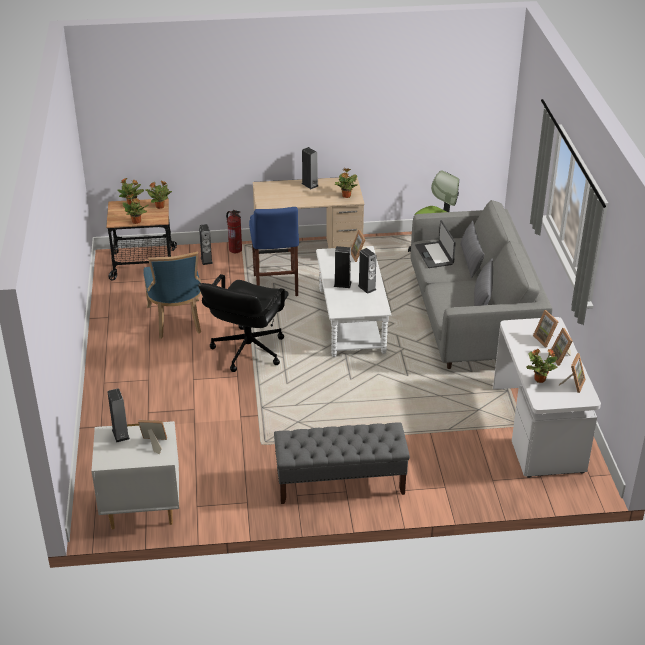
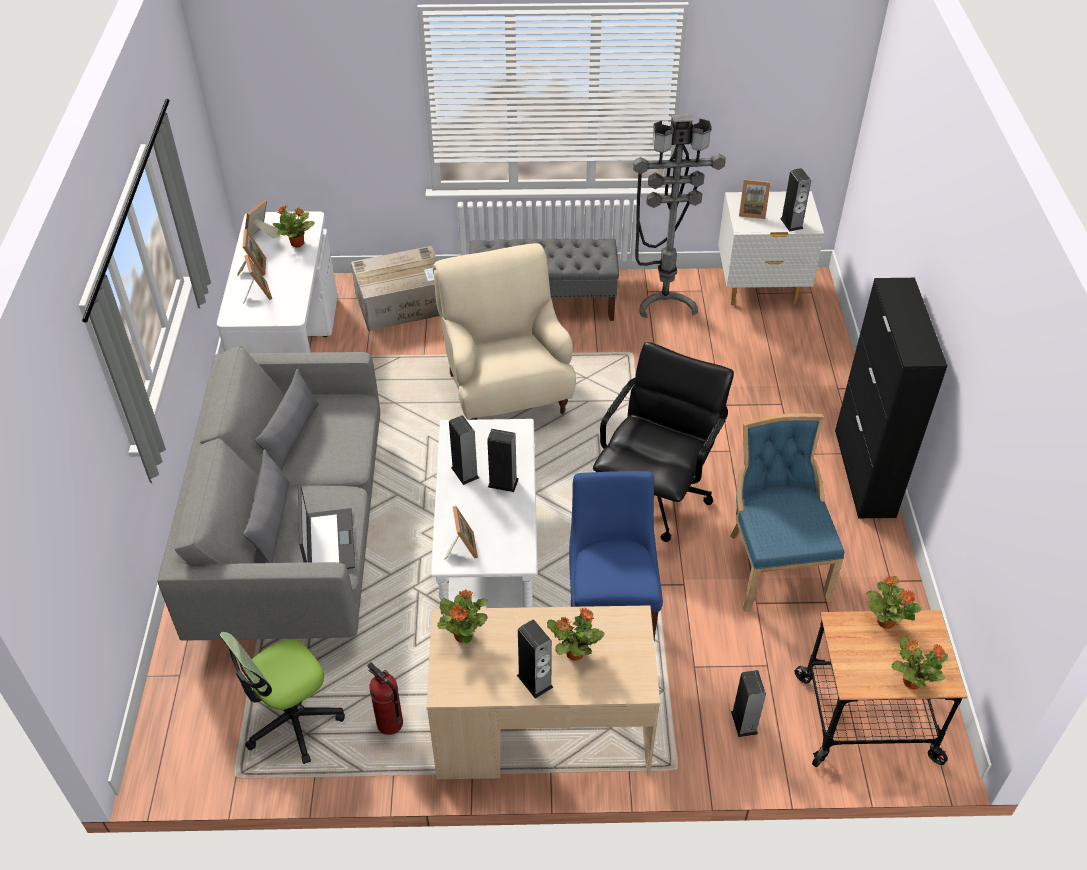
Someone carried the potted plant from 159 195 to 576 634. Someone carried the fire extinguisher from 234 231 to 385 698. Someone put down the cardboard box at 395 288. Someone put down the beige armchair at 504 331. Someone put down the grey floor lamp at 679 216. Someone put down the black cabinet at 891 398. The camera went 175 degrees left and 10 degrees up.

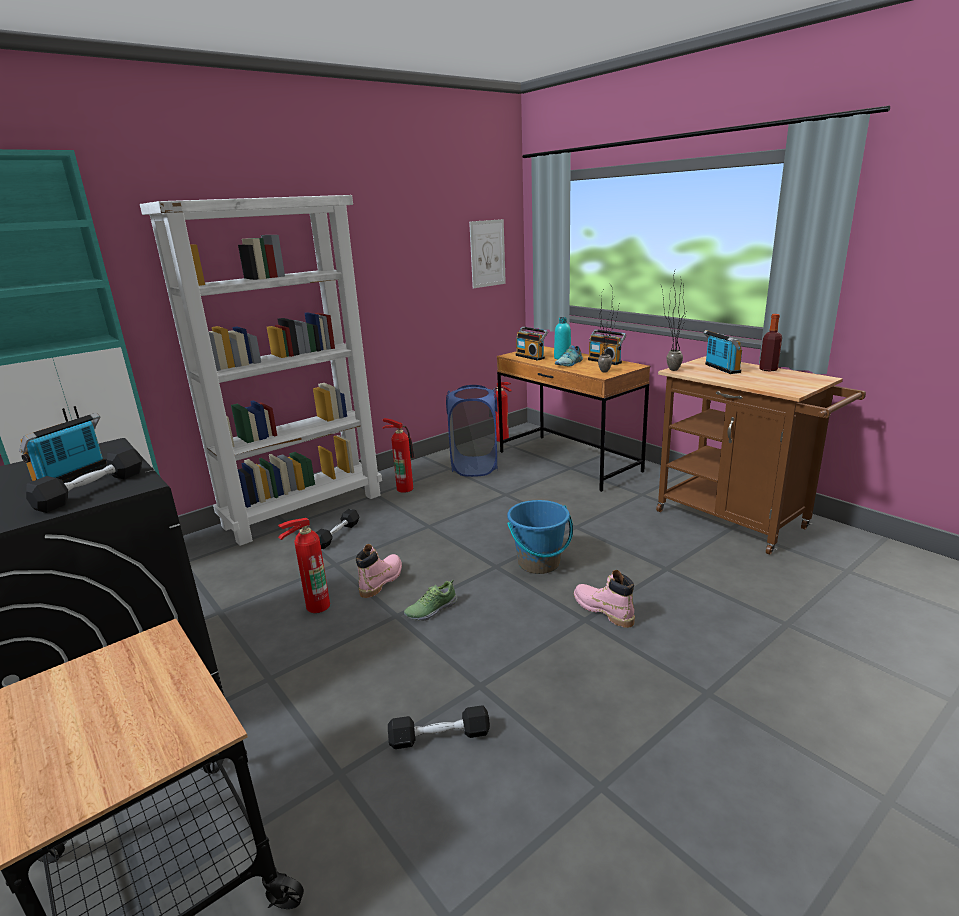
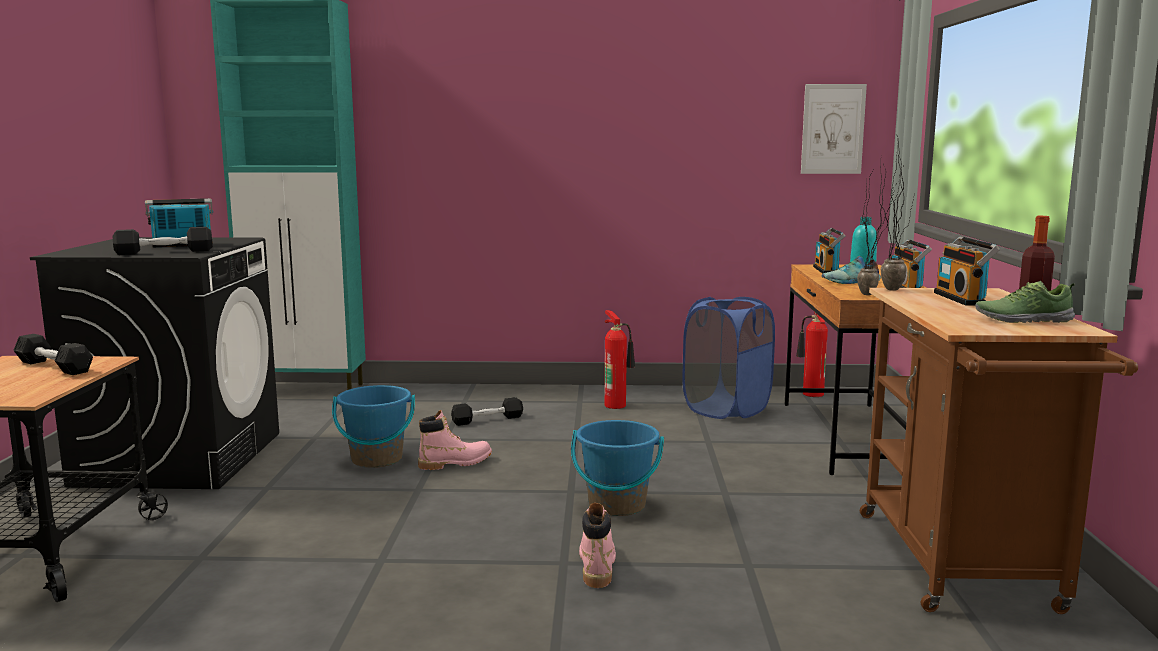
Someone took away the white bookcase at 261 370. Someone swapped the fire extinguisher at 304 565 for the blue bucket at 373 426. Someone carried the black dumbbell from 439 727 to 53 354. Someone carried the shoe from 431 600 to 1025 302. Someone rotated the radio at 722 352 by 150 degrees clockwise. The camera went 40 degrees right and 10 degrees down.

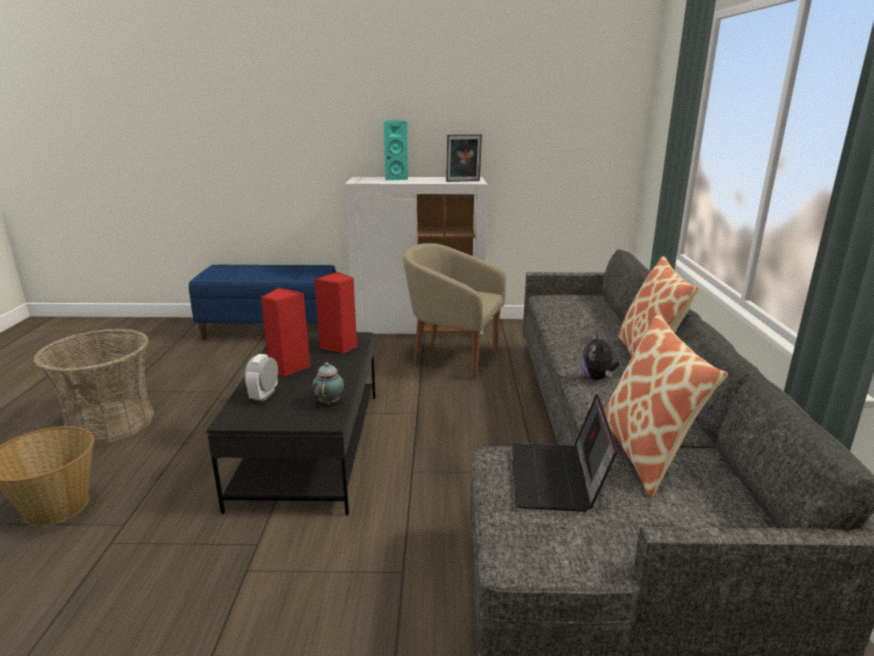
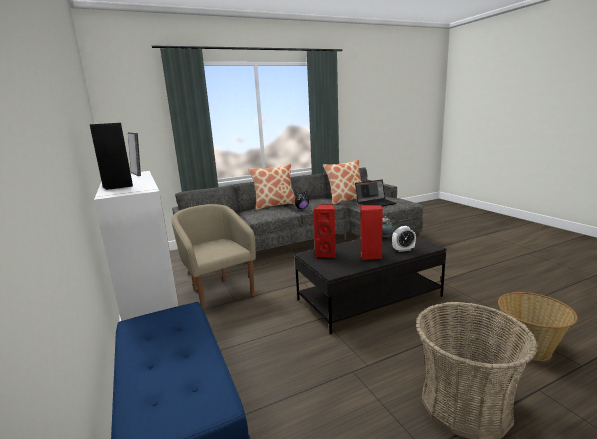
Someone repainted the turquoise speaker at 396 150, which became the black speaker at 111 156. Someone rotated the beige armchair at 454 311 by 150 degrees clockwise. The camera went 115 degrees left and 5 degrees down.

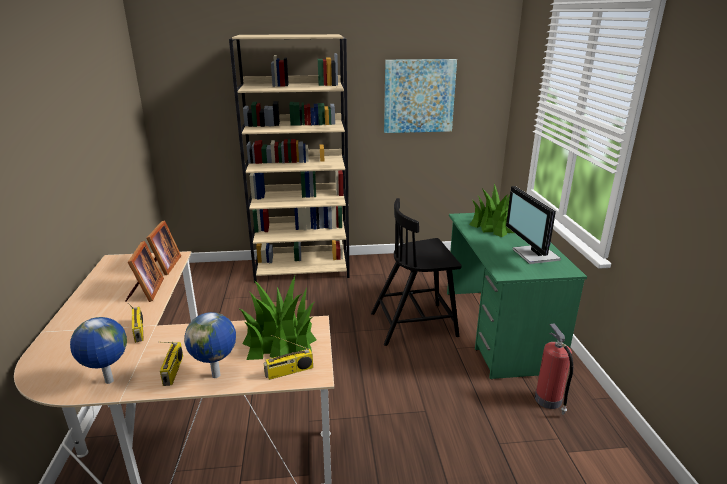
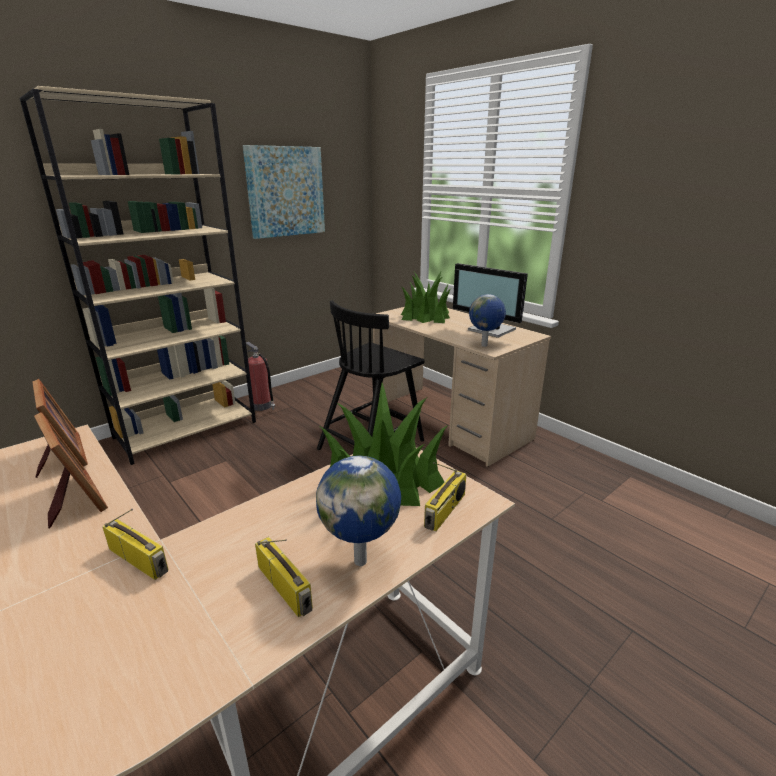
Someone carried the globe from 98 350 to 487 320. Someone repainted the green desk at 517 296, which became the beige desk at 462 387. Someone carried the fire extinguisher from 554 369 to 260 376. The camera went 35 degrees left and 0 degrees up.

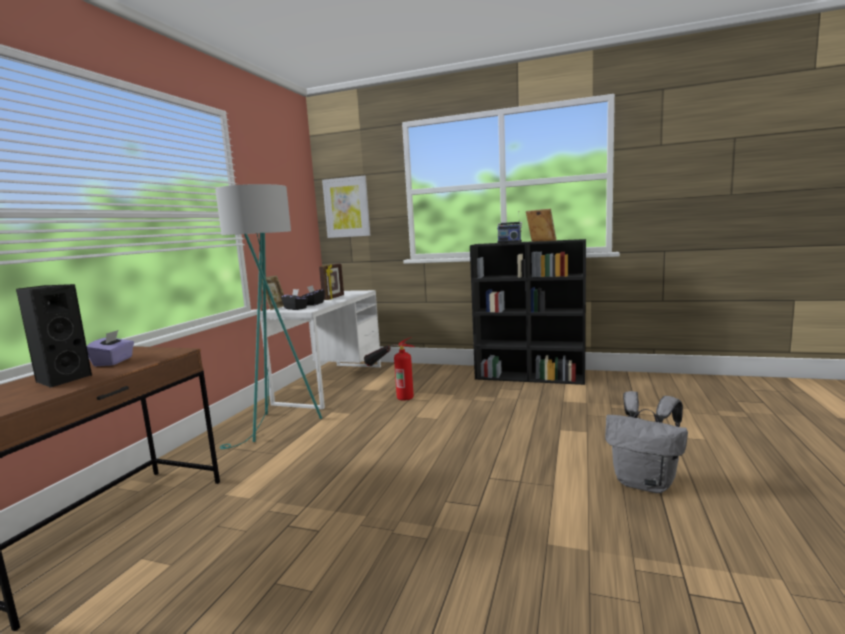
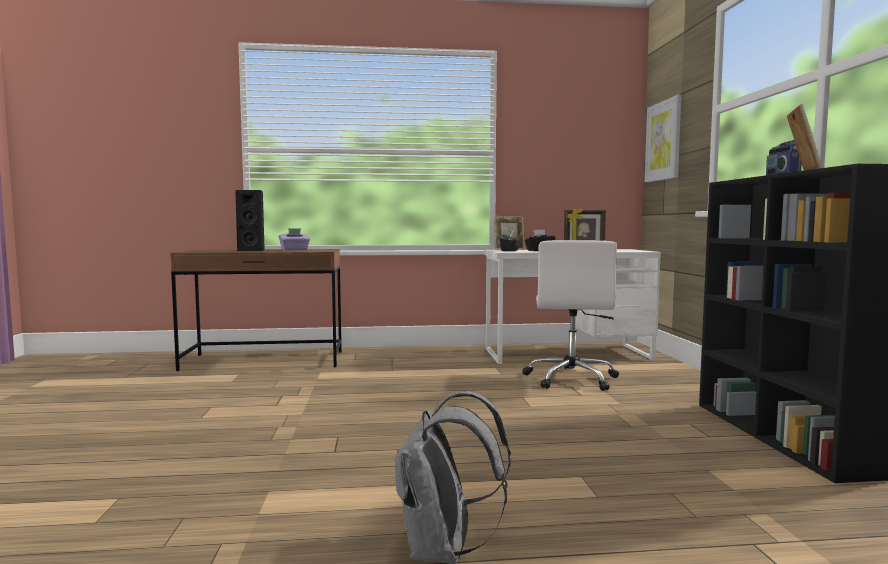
Someone took away the turquoise floor lamp at 268 316. Someone swapped the fire extinguisher at 389 369 for the white office chair at 570 315. The camera went 65 degrees right and 5 degrees down.

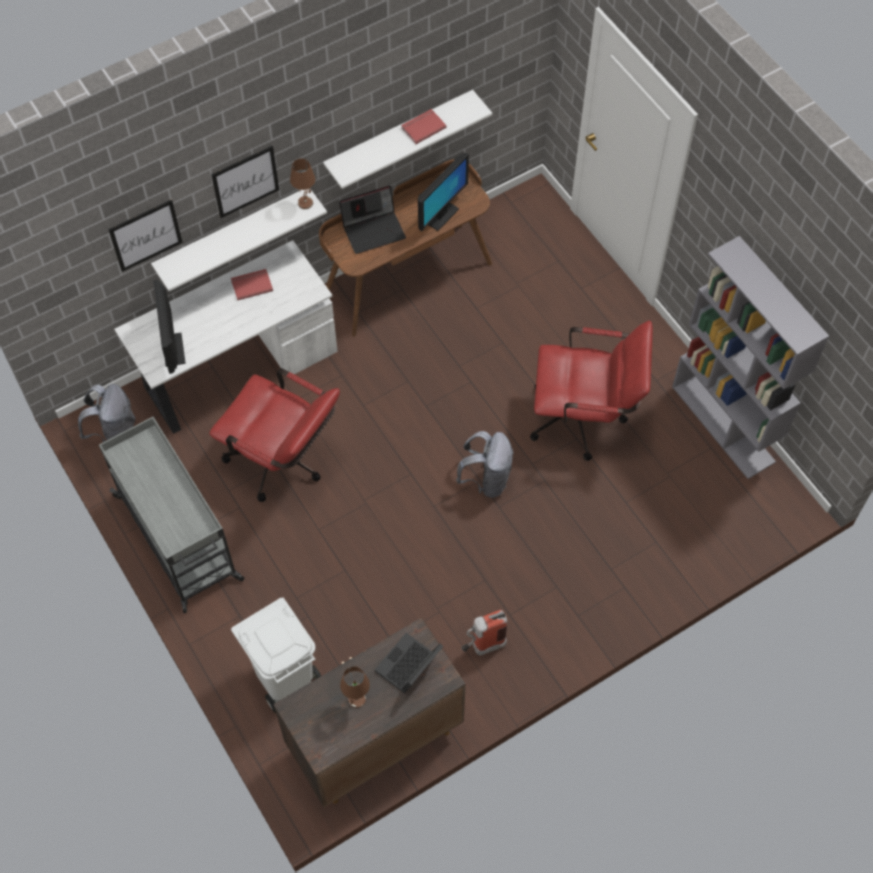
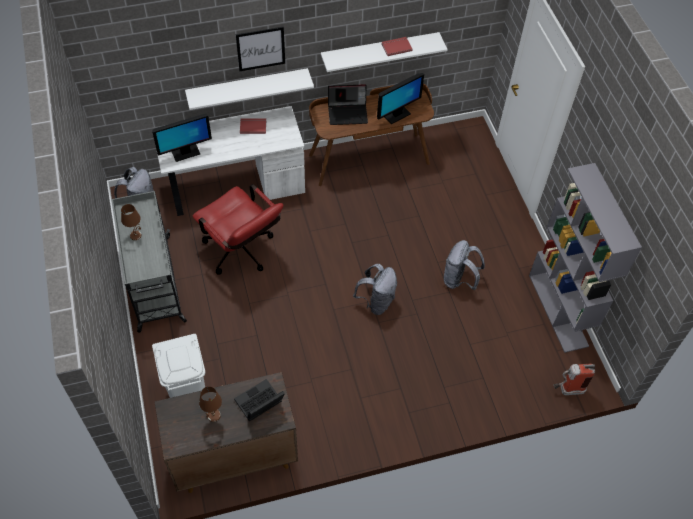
Someone took away the picture at 145 236. Someone rotated the monitor at 169 327 by 120 degrees counterclockwise. Someone carried the brown table lamp from 302 183 to 131 222. Someone carried the fire extinguisher from 484 632 to 574 379. Someone swapped the red office chair at 591 391 for the grey backpack at 464 265. The camera went 15 degrees right and 5 degrees down.

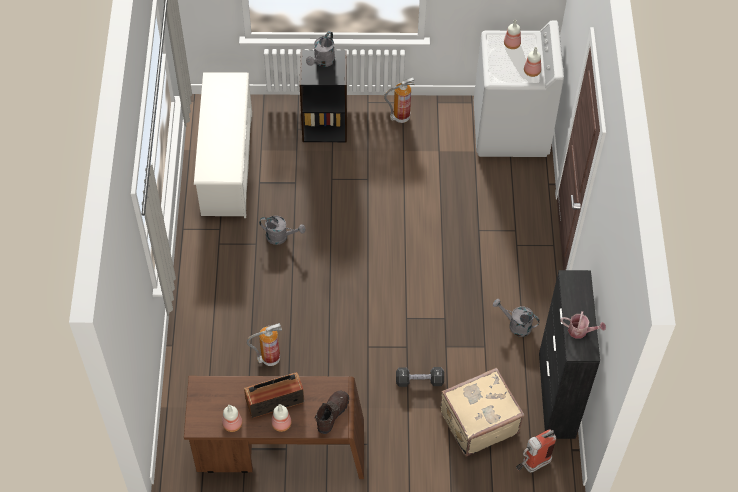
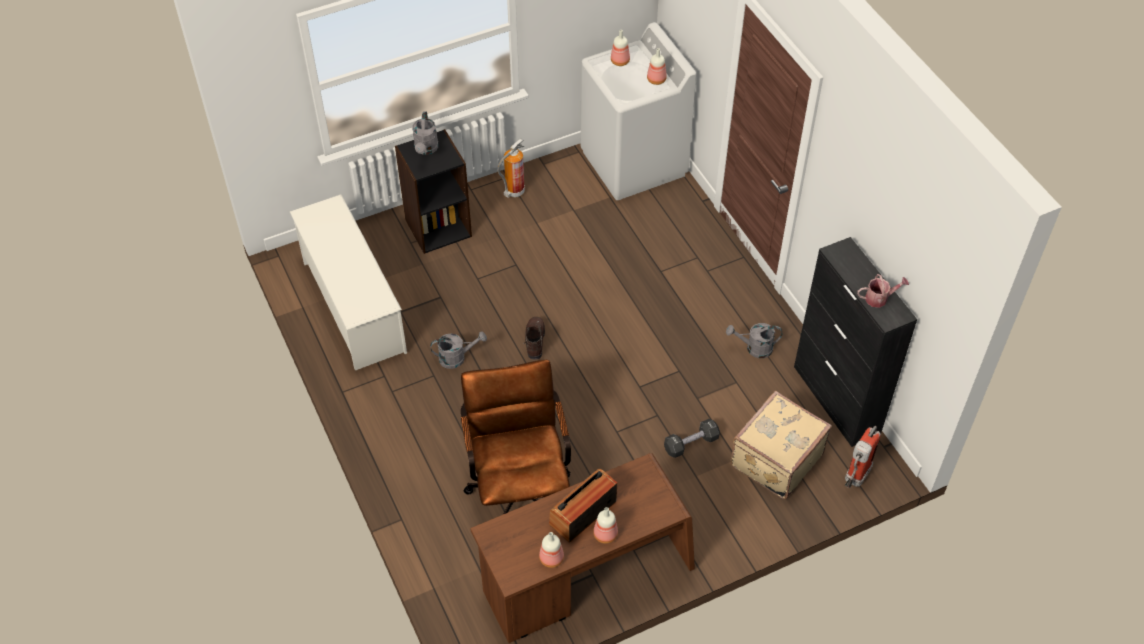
Someone swapped the fire extinguisher at 264 344 for the brown office chair at 516 437. Someone carried the brown boot from 332 412 to 534 338. The camera went 25 degrees left and 5 degrees down.

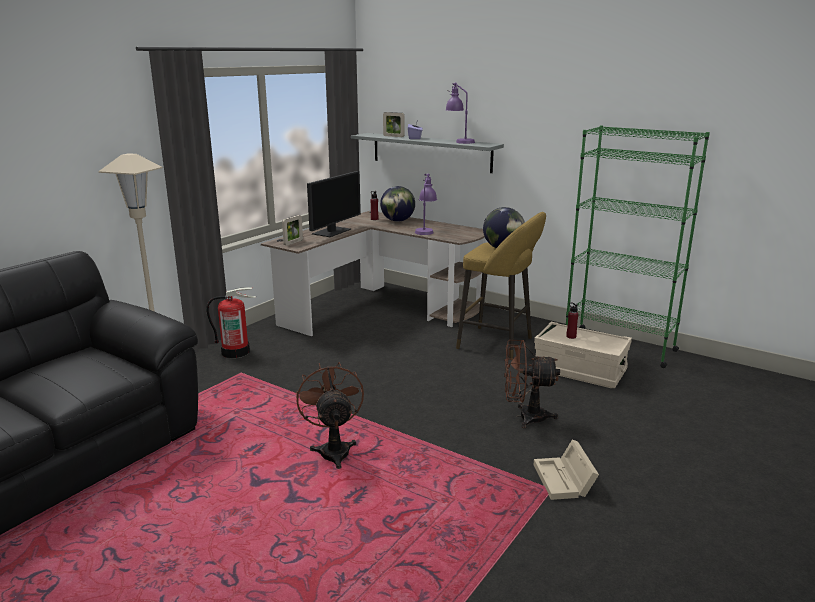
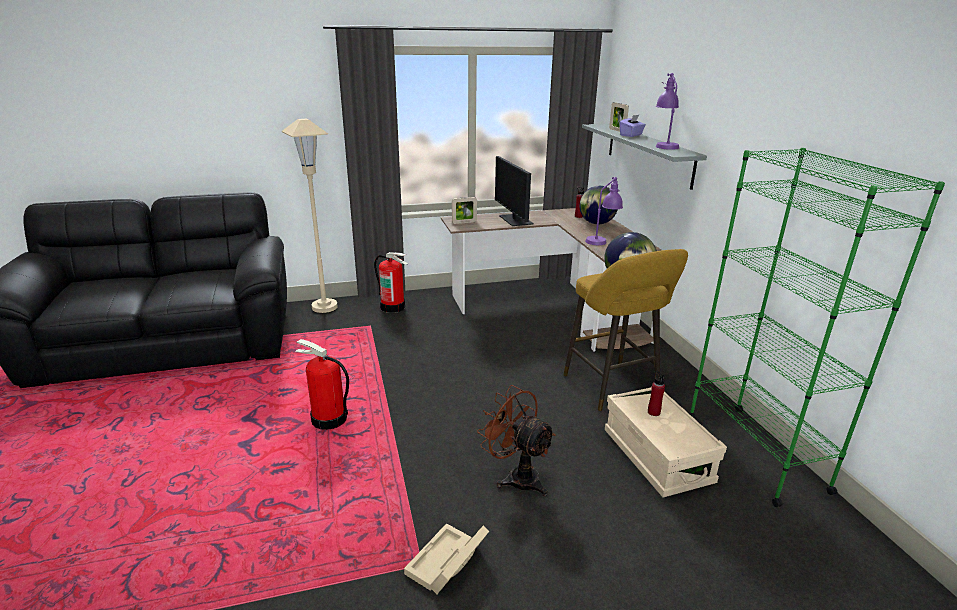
Someone swapped the brown fan at 330 415 for the fire extinguisher at 322 384. Someone rotated the monitor at 334 204 by 90 degrees clockwise. The camera went 40 degrees right and 5 degrees up.

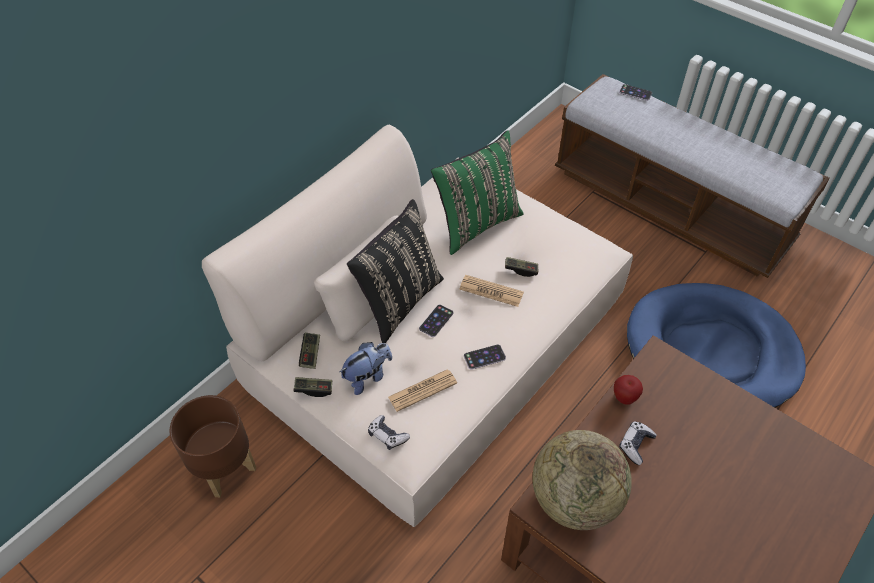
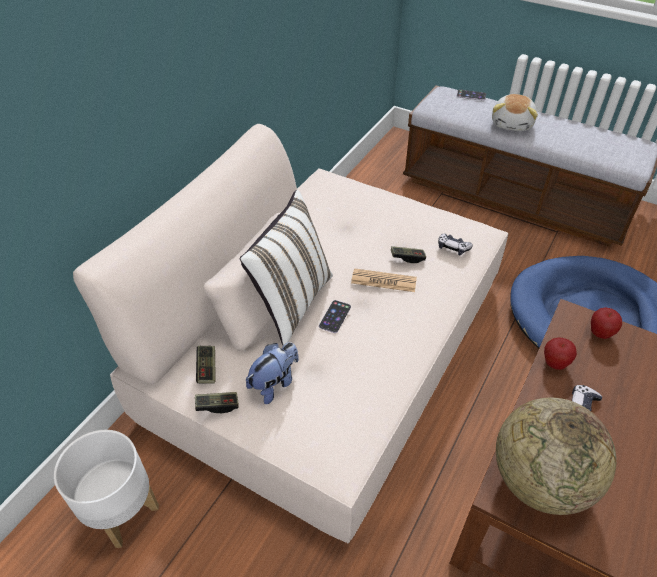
Someone repainted the brown planter at 212 446, which became the white planter at 106 489. Someone repainted the black pillow at 395 271, which became the white pillow at 286 267. Someone carried the game controller from 389 432 to 455 244. Someone took away the newspaper at 422 390. Someone took away the green pillow at 477 192. Someone took away the phone at 485 357. Someone put down the plush toy at 515 112. Someone put down the apple at 606 323. The camera went 10 degrees left and 5 degrees down.

